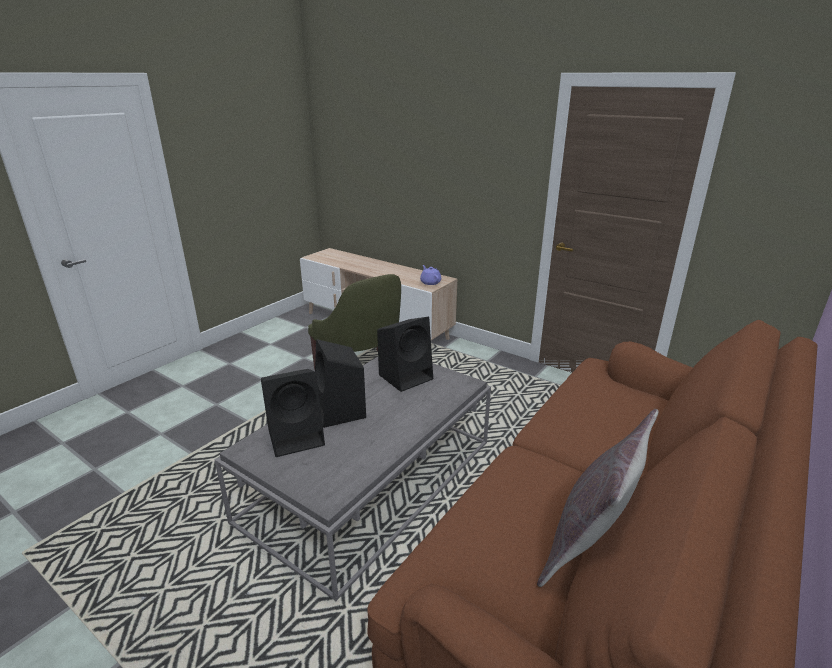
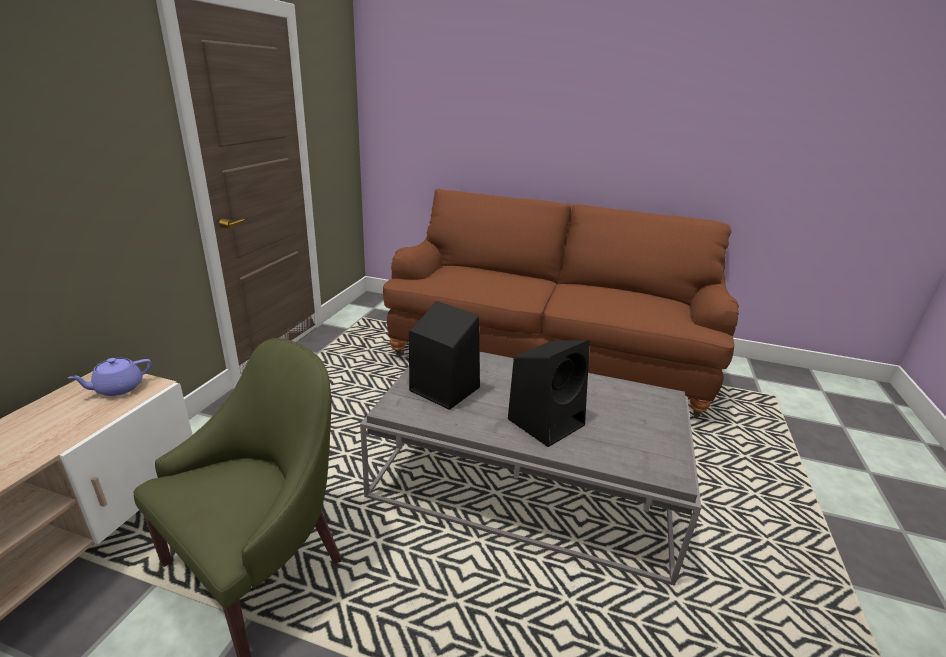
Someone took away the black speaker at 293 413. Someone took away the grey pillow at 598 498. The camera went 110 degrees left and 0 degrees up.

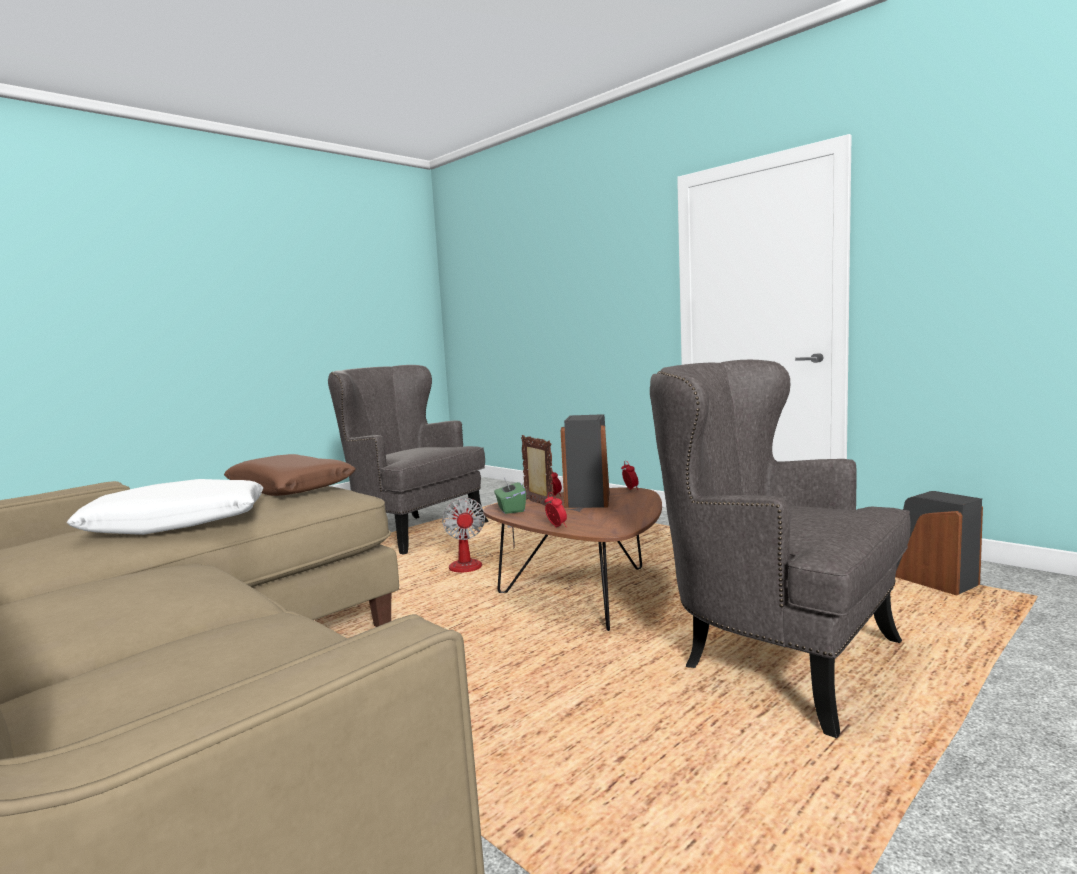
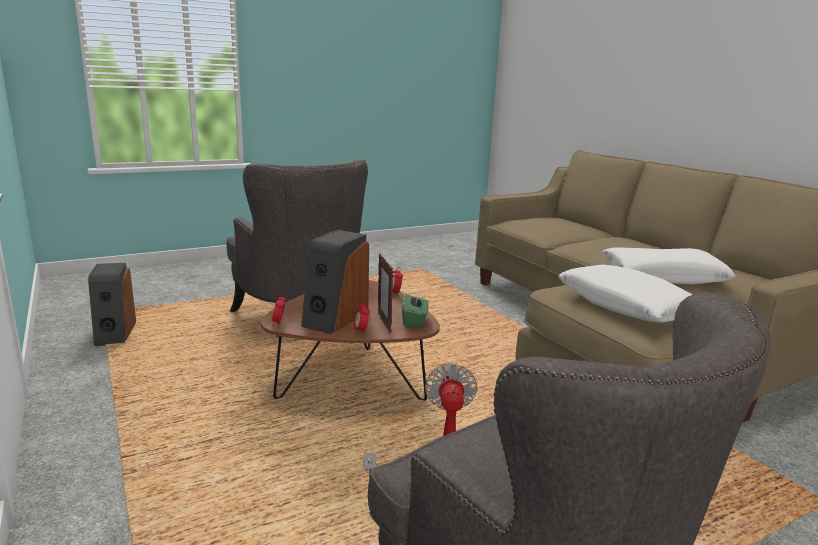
Someone repainted the brown pillow at 290 475, which became the white pillow at 625 294. The camera went 165 degrees left and 10 degrees up.

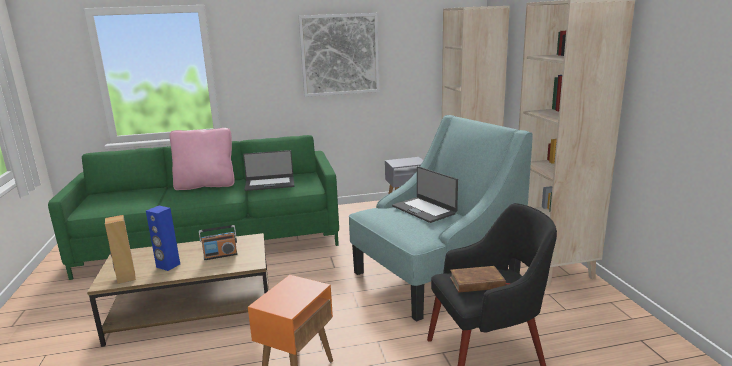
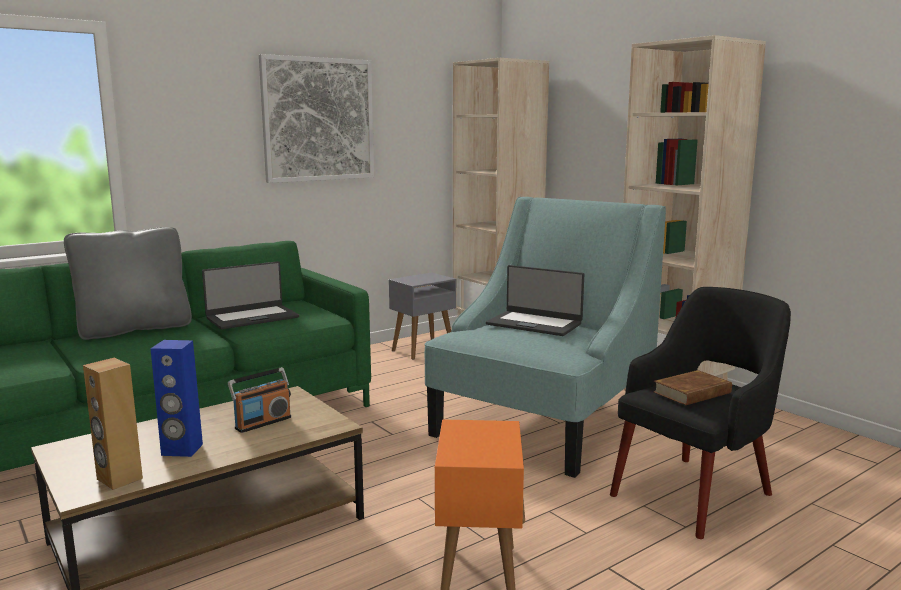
Someone repainted the pink pillow at 202 159, which became the grey pillow at 128 283. The camera went 25 degrees left and 5 degrees down.

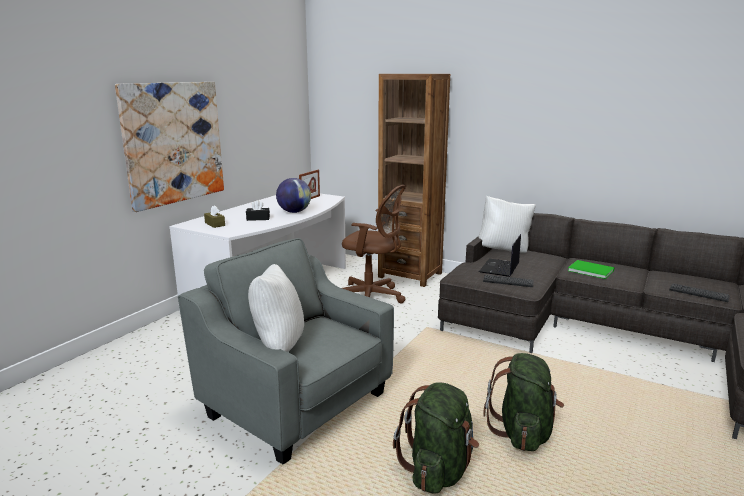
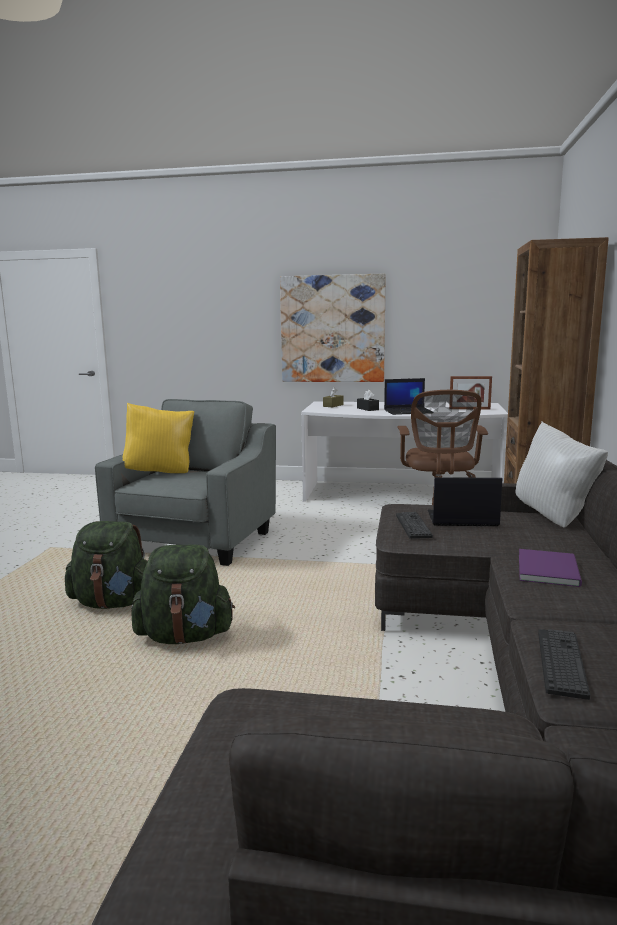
Someone repainted the white pillow at 276 308, which became the yellow pillow at 158 438. Someone swapped the globe at 293 195 for the laptop at 408 396. Someone repainted the green book at 591 269, which became the purple book at 550 568. The camera went 70 degrees right and 5 degrees down.

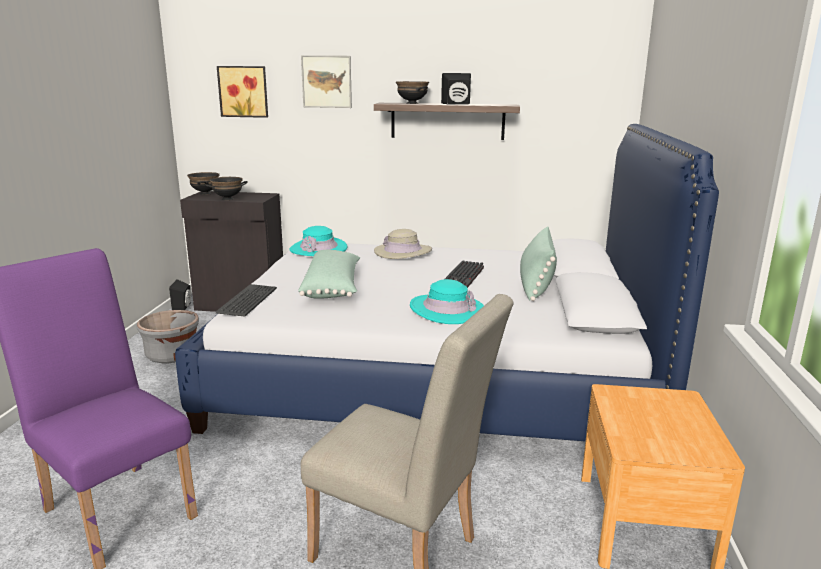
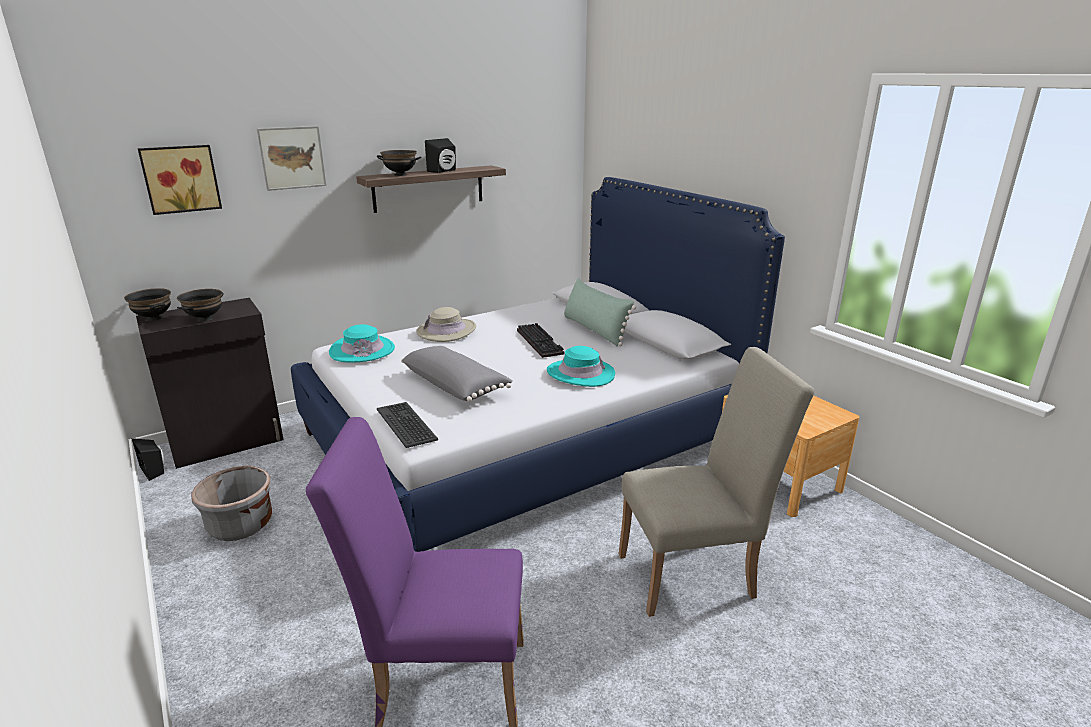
Someone repainted the green pillow at 329 274, which became the grey pillow at 457 374. The camera went 40 degrees left and 5 degrees up.

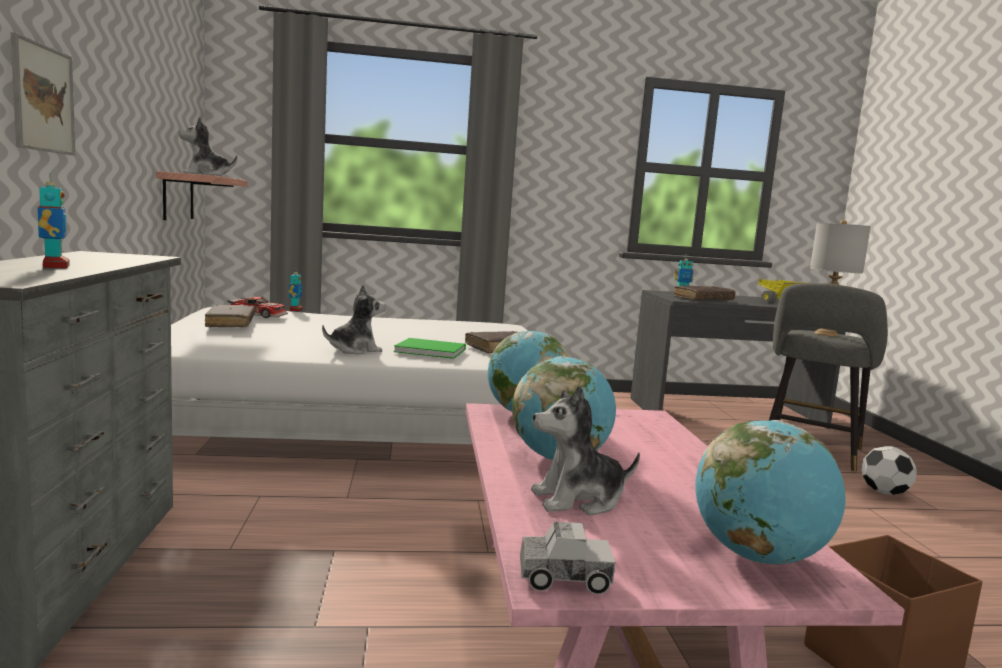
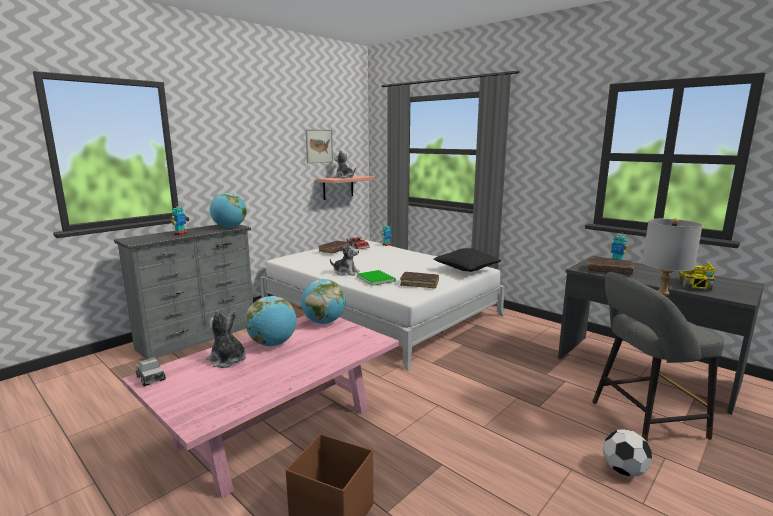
Someone carried the picture from 43 93 to 319 146. Someone carried the globe from 770 492 to 228 210. Someone put down the black pillow at 467 260. The camera went 50 degrees right and 5 degrees up.

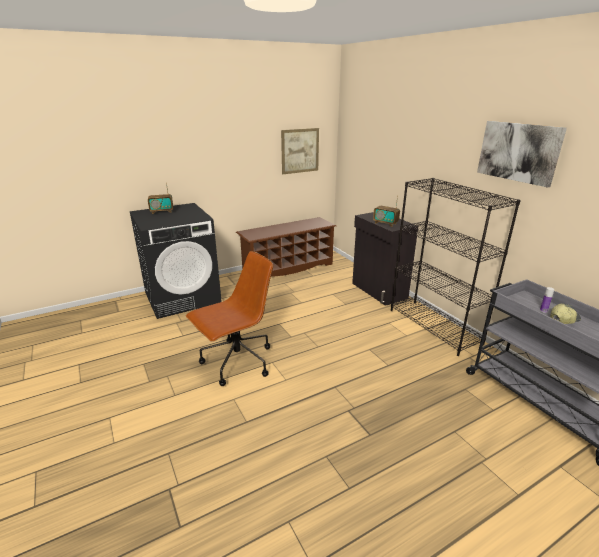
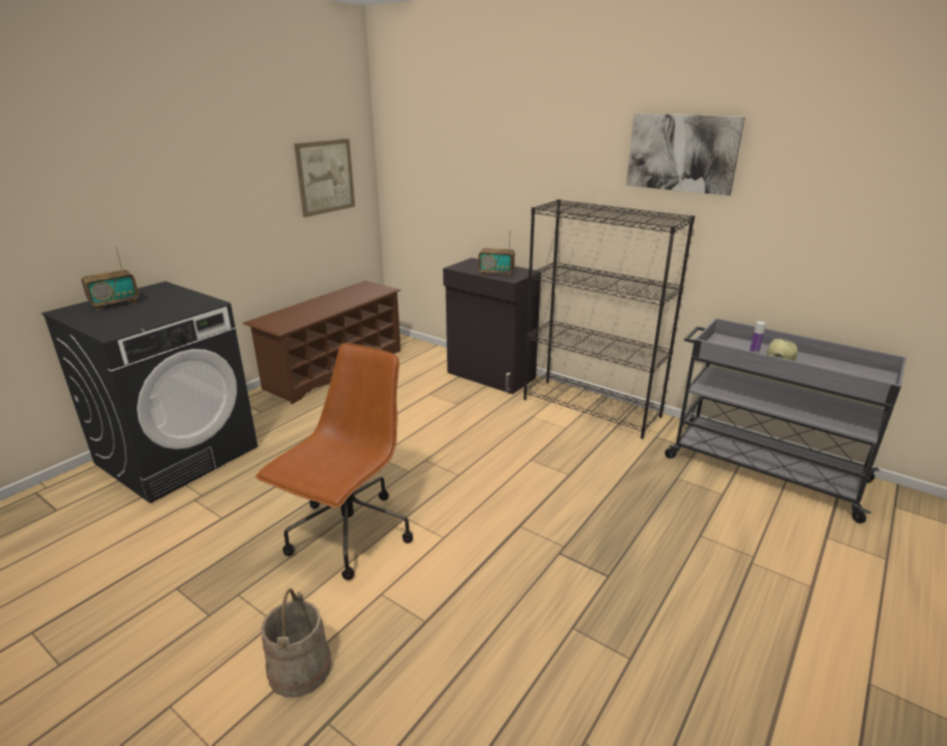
Someone put down the beige bucket at 296 642. The camera went 25 degrees left and 0 degrees up.

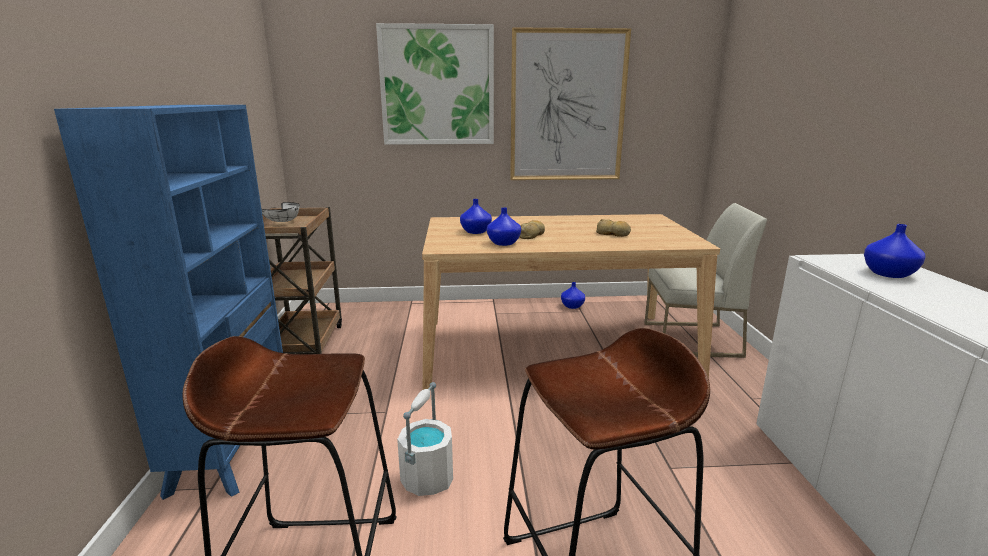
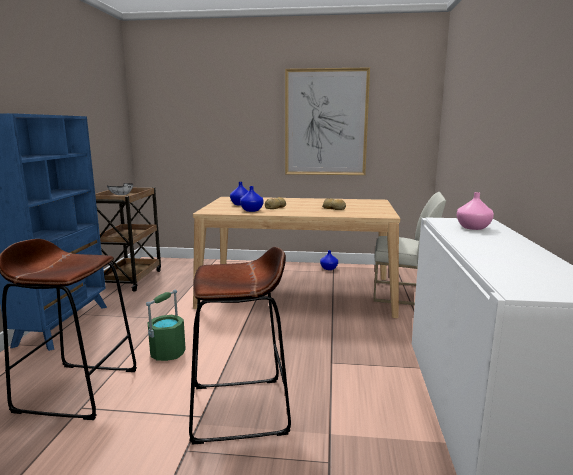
Someone took away the picture at 435 84. Someone repainted the white bucket at 425 439, which became the green bucket at 166 325. Someone repainted the blue vase at 895 251, which became the pink vase at 475 211. The camera went 10 degrees right and 5 degrees down.

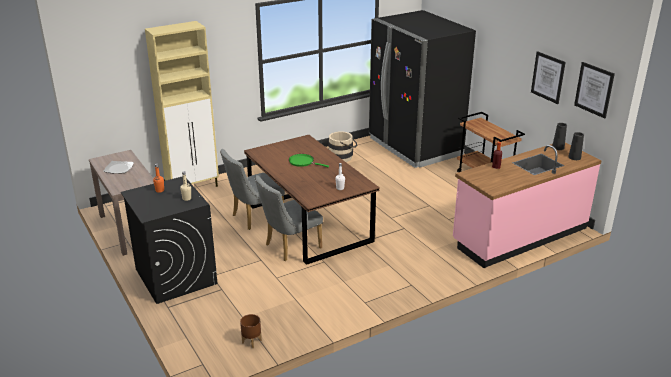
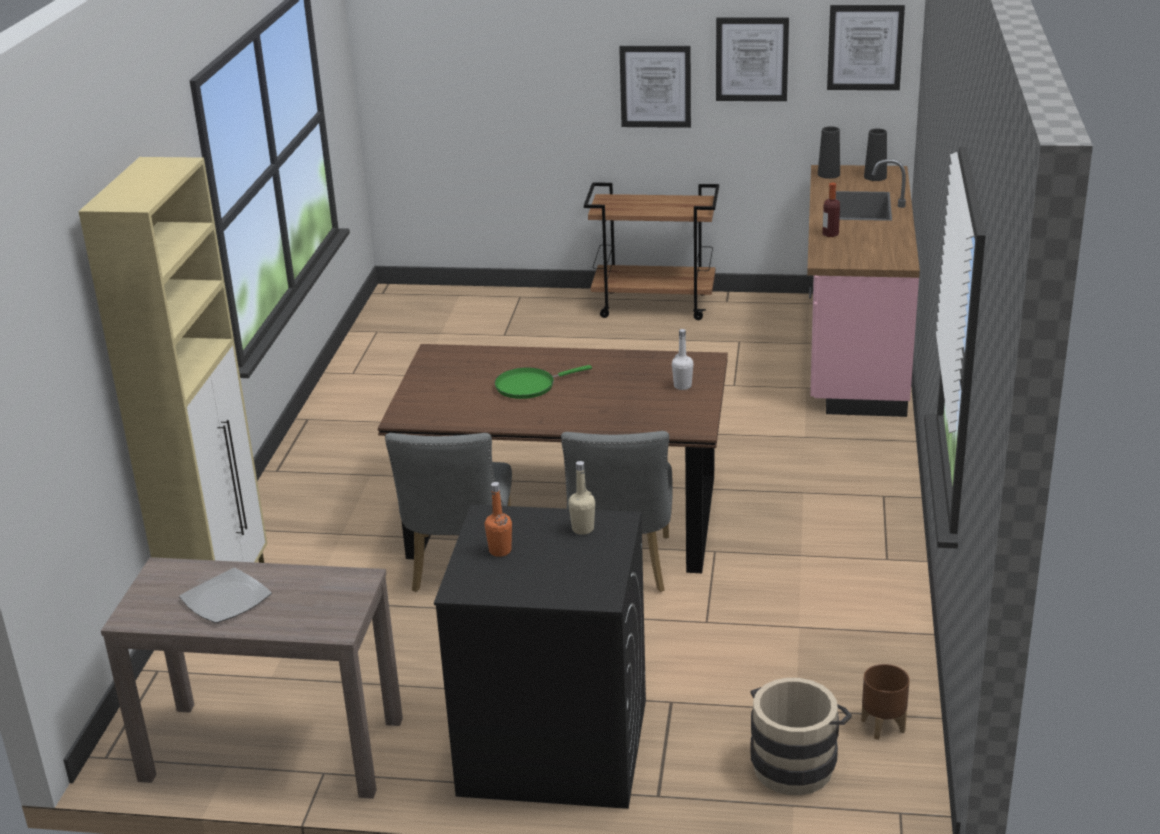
Someone carried the beige bucket from 342 146 to 801 736. Someone took away the black fridge at 422 89. Someone put up the picture at 655 87. The camera went 50 degrees left and 0 degrees up.

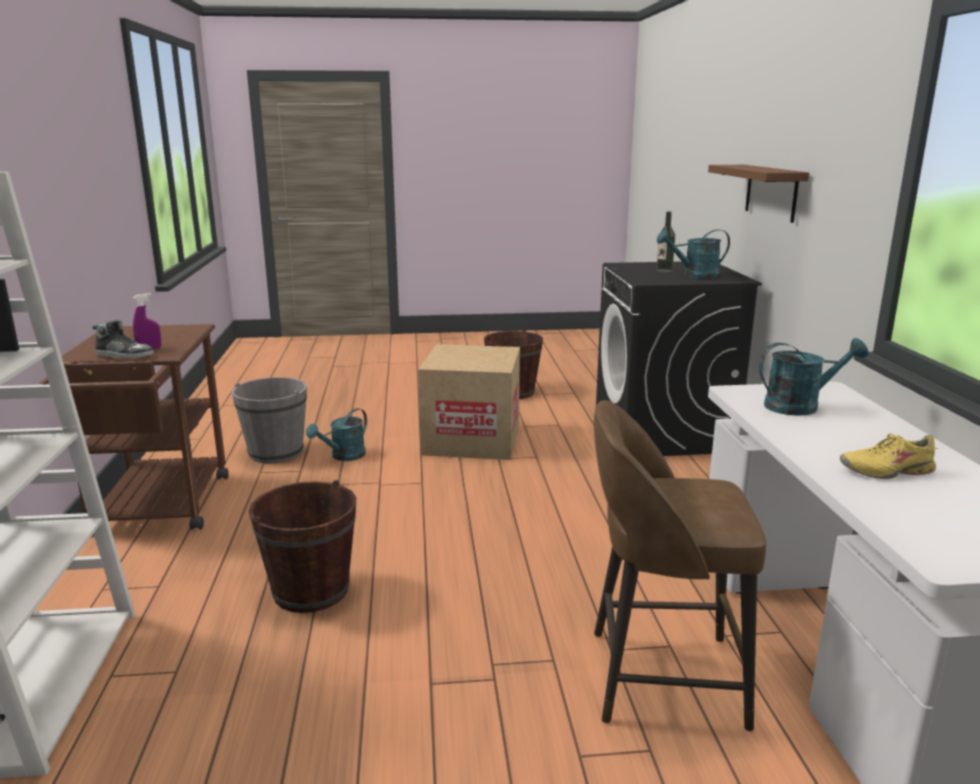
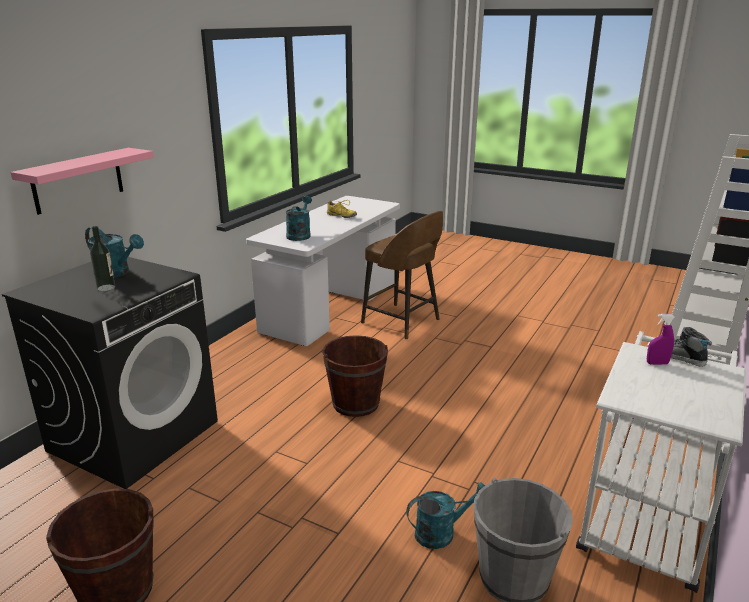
Someone repainted the brown cart at 133 427, which became the white cart at 661 462. Someone carried the brown bucket from 302 546 to 355 376. Someone took away the cardboard box at 469 402. Someone repainted the brown shelf at 758 194, which became the pink shelf at 82 181. Someone rotated the turquoise watering can at 813 377 by 75 degrees clockwise. The camera went 145 degrees left and 5 degrees up.

